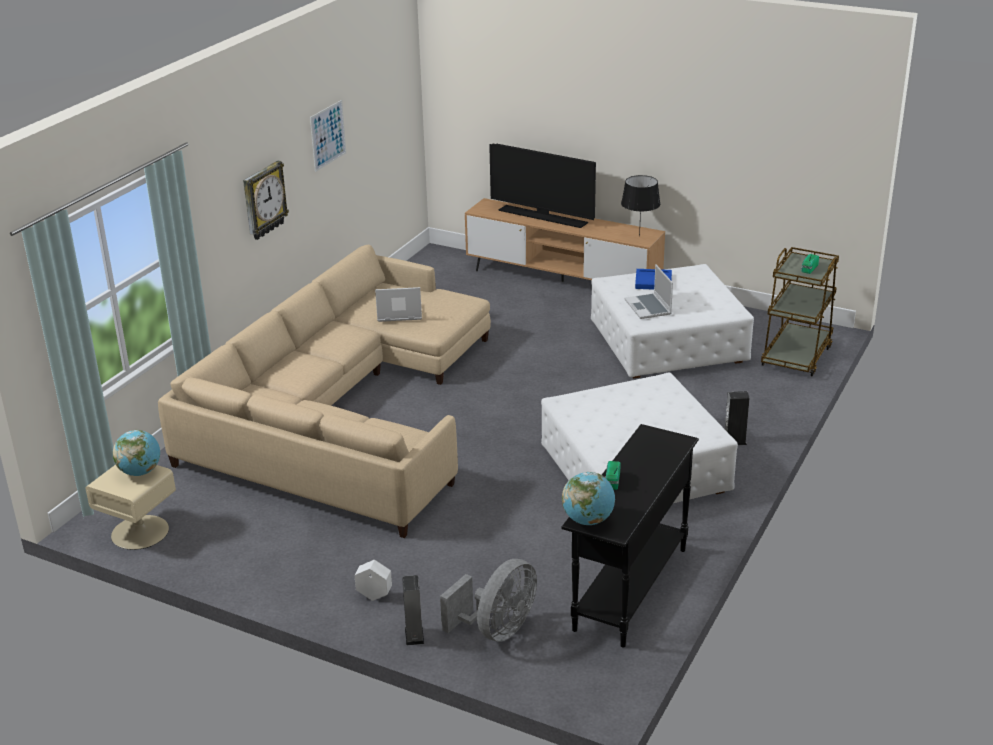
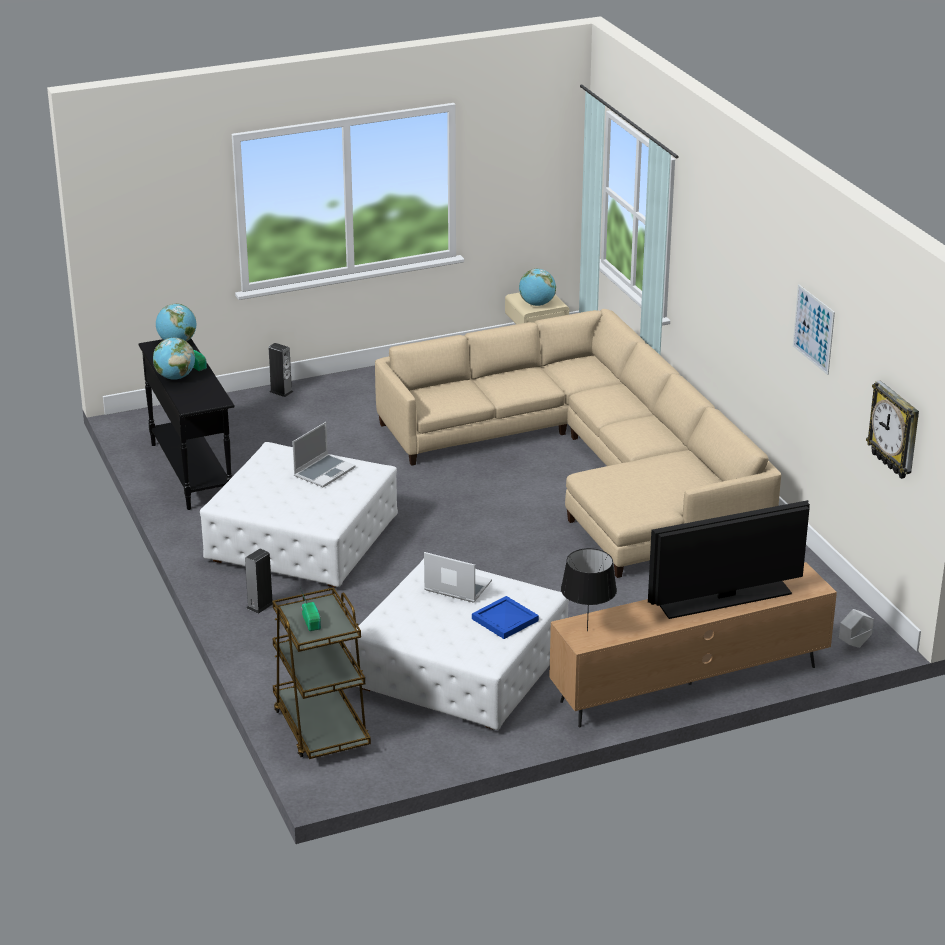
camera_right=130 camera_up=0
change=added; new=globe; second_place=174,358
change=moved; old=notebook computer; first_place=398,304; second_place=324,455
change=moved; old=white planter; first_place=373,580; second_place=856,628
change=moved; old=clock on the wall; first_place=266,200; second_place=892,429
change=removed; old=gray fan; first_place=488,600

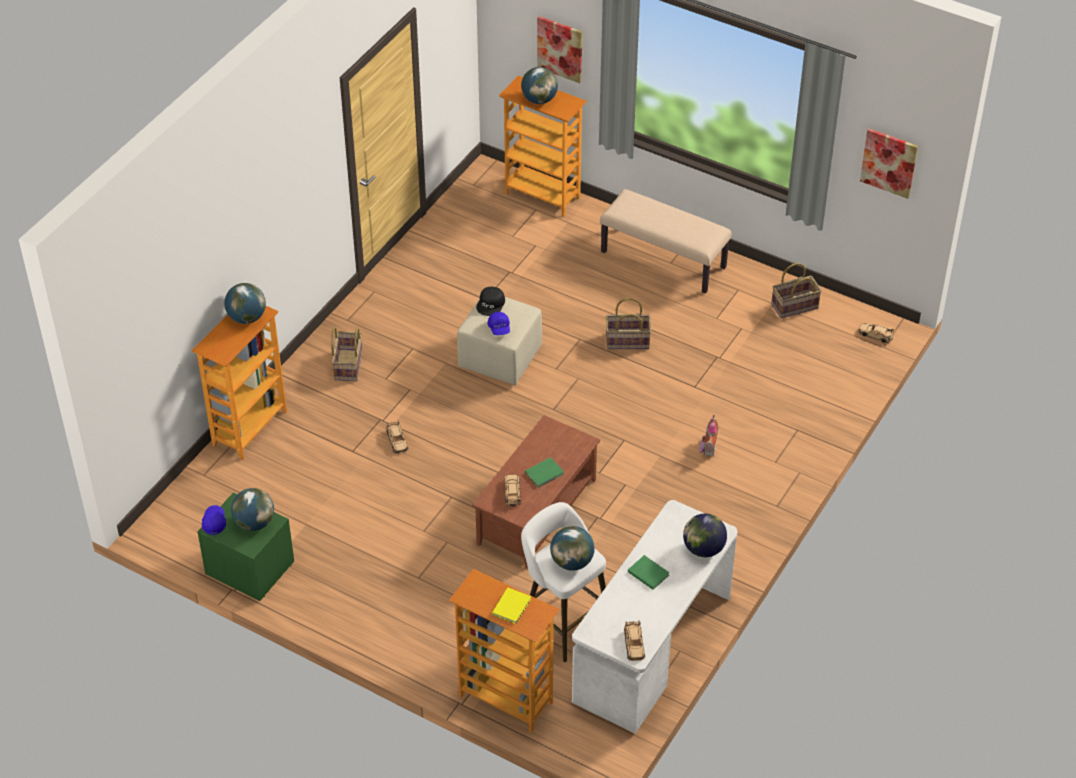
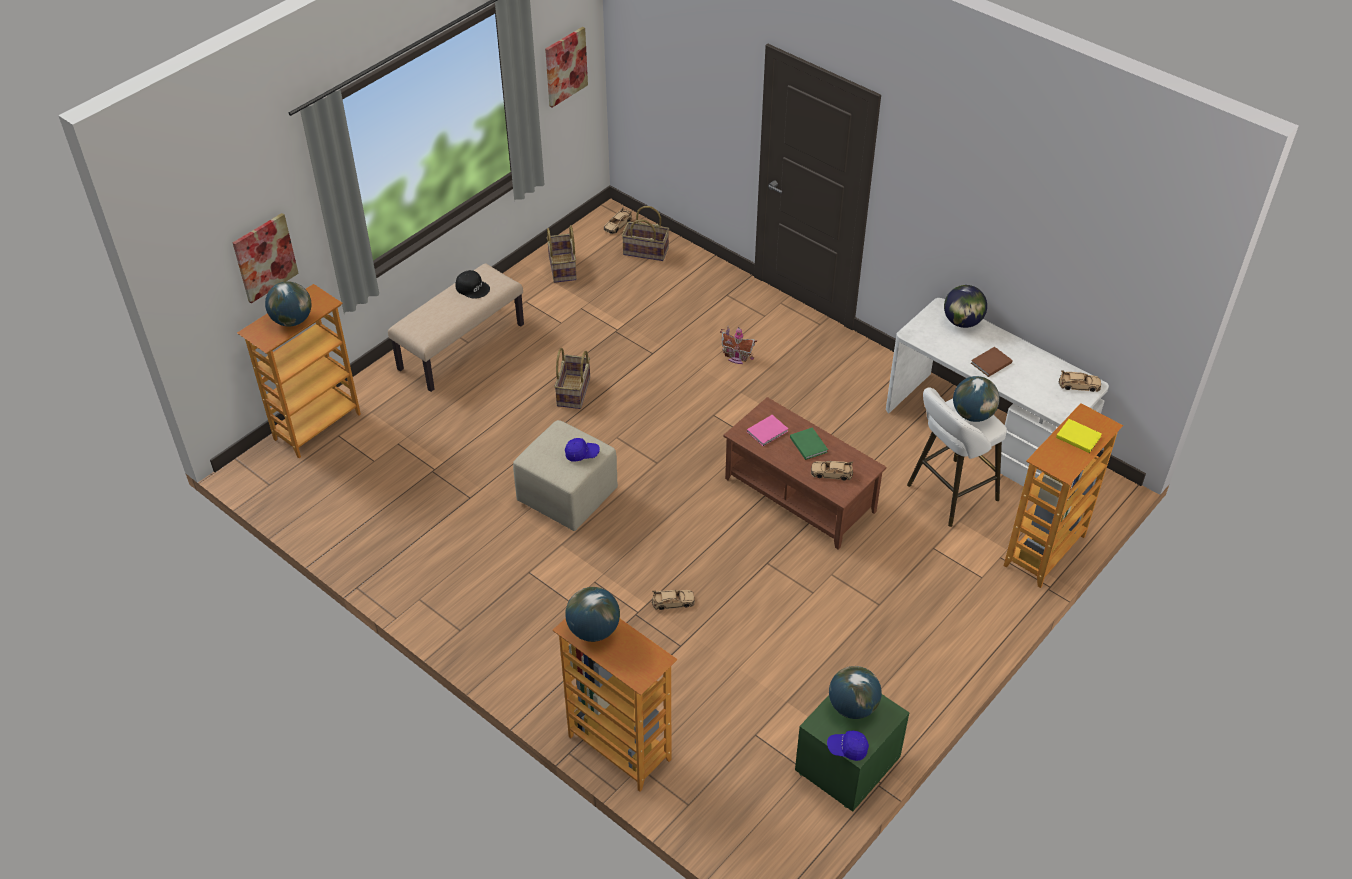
camera_right=-80 camera_up=0
change=moved; old=blackish cap; first_place=490,301; second_place=472,284
change=moved; old=basket; first_place=346,353; second_place=645,233
change=added; new=pink book; second_place=767,430
change=recoloured; old=greenish book; new=brown-coloured book; first_place=648,572; second_place=991,362

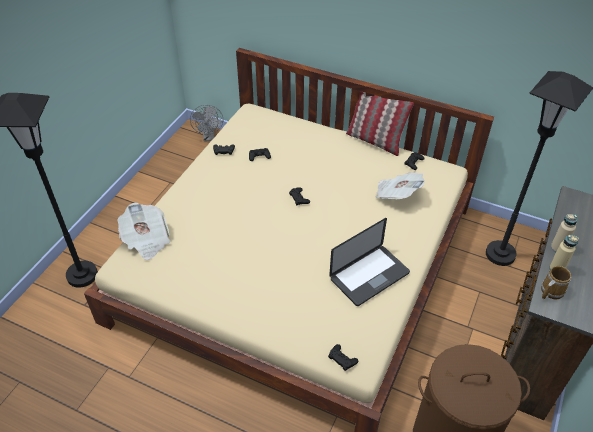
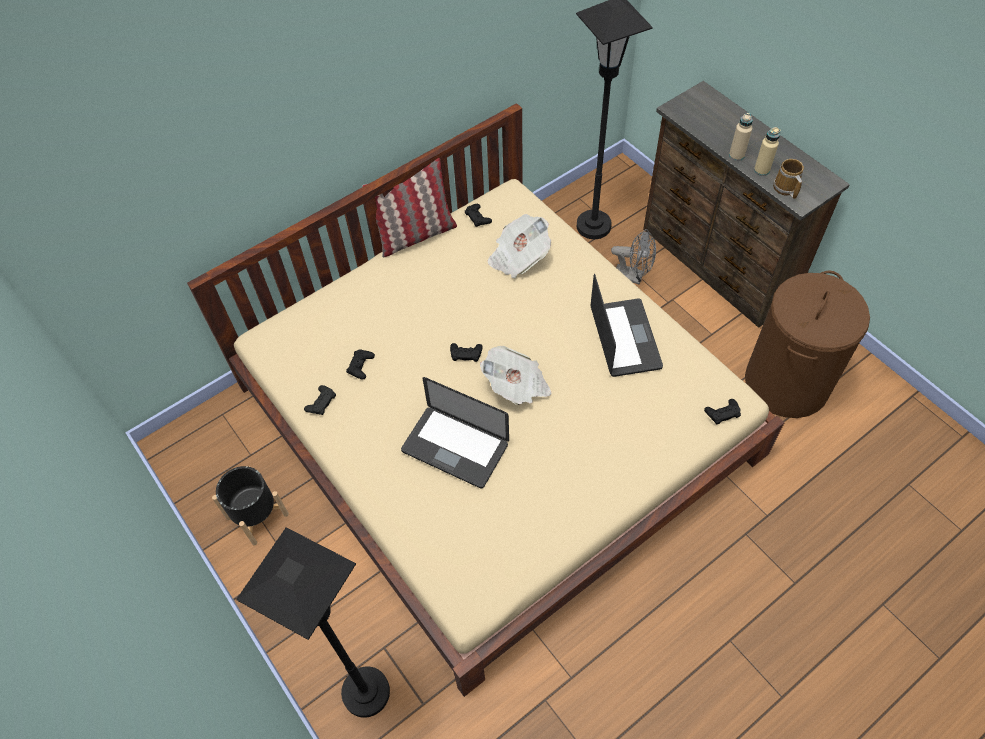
camera_right=-60 camera_up=10
change=added; new=blackish planter; second_place=250,506
change=added; new=notebook computer; second_place=455,432
change=moved; old=printed paper; first_place=144,231; second_place=516,375
change=moved; old=gray fan; first_place=206,123; second_place=633,257

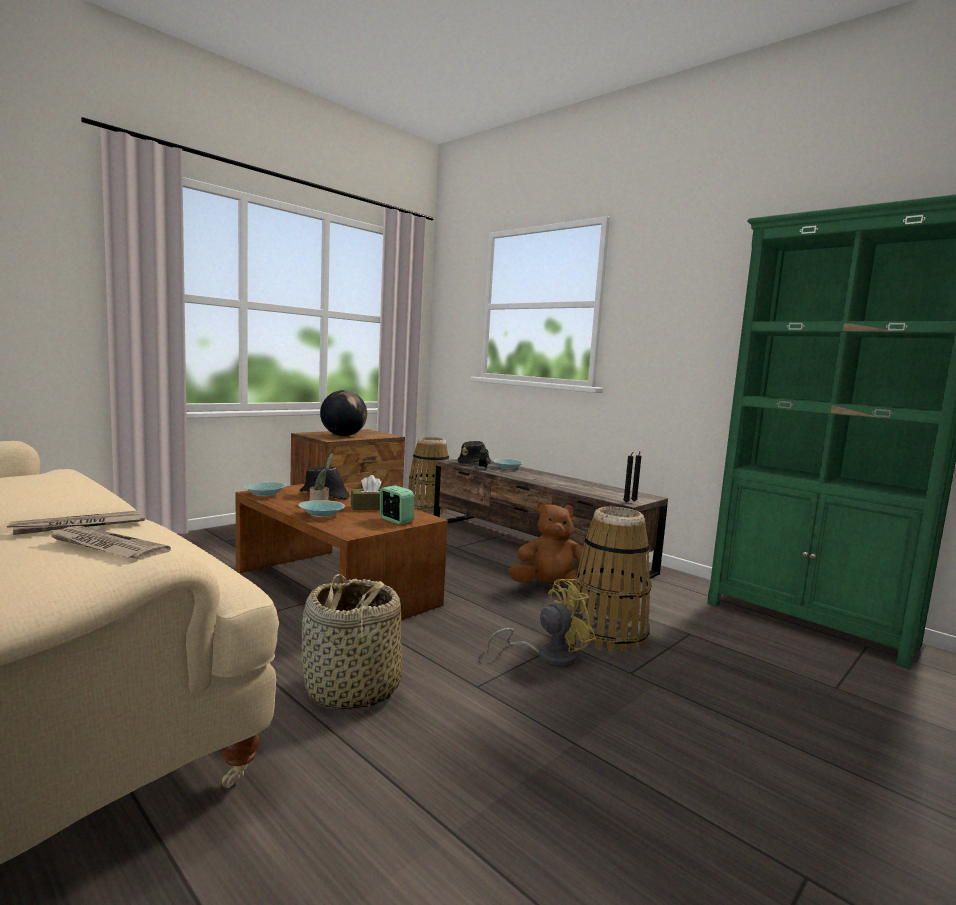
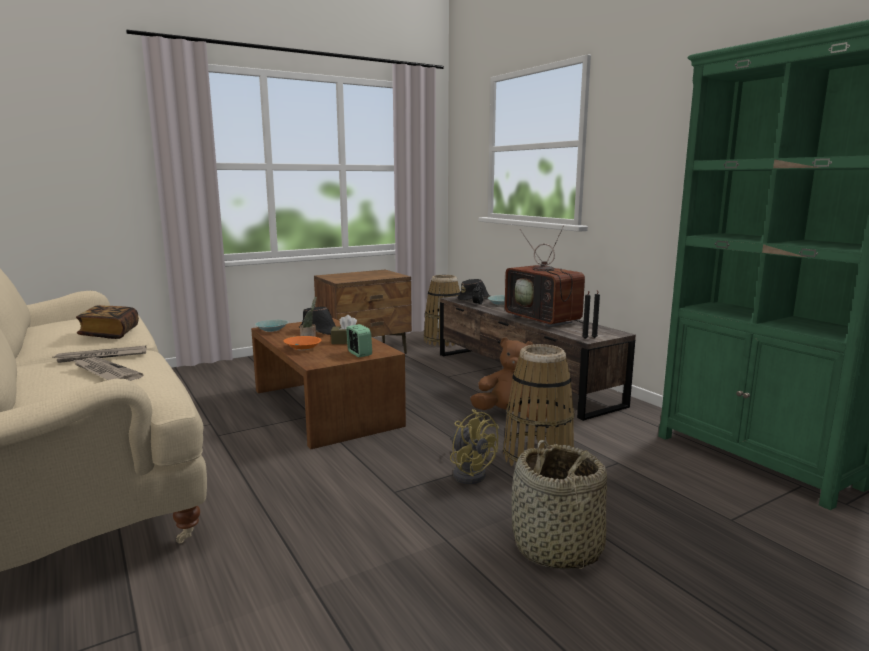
camera_right=15 camera_up=5
change=added; new=book; second_place=107,322
change=recoloured; old=turquoise serving bowl; new=orange-coloured serving bowl; first_place=321,508; second_place=302,343
change=turned; old=yellowish fan; first_place=541,623; second_place=474,446; degrees=60
change=added; new=television; second_place=545,277
change=moved; old=basket; first_place=352,642; second_place=559,504
change=removed; old=globe; first_place=343,413

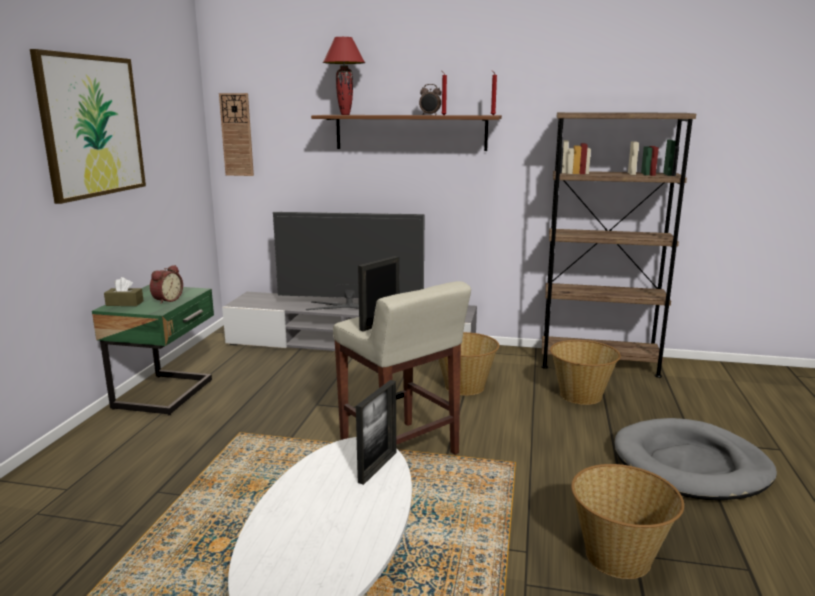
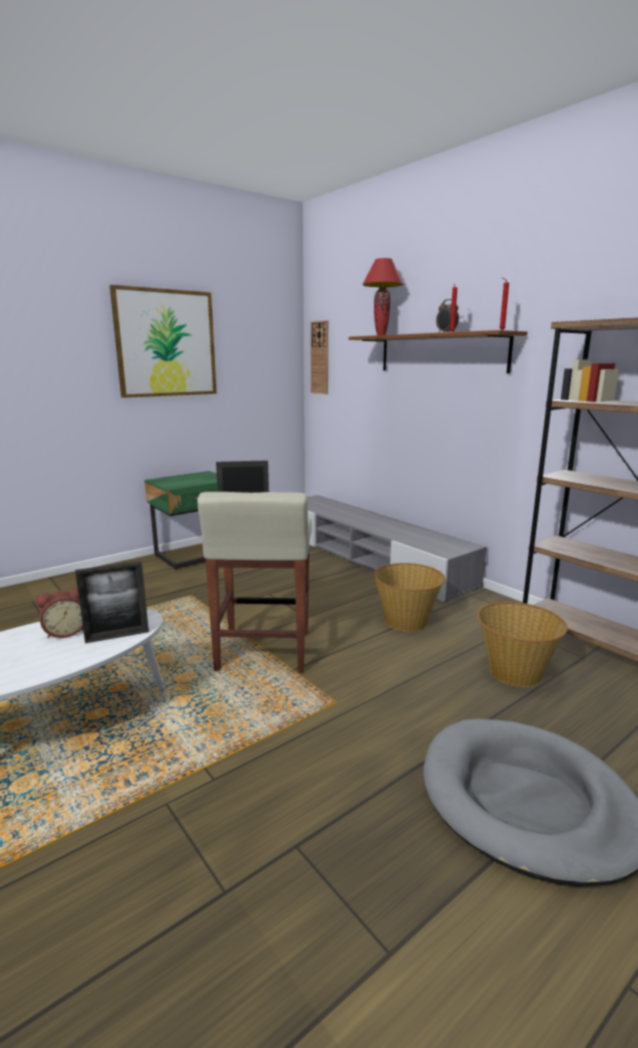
camera_right=40 camera_up=0
change=moved; old=alarm clock; first_place=166,284; second_place=59,613
change=removed; old=brown-coloured box of tissues; first_place=124,291
change=removed; old=television; first_place=348,261
change=removed; old=basket; first_place=627,521

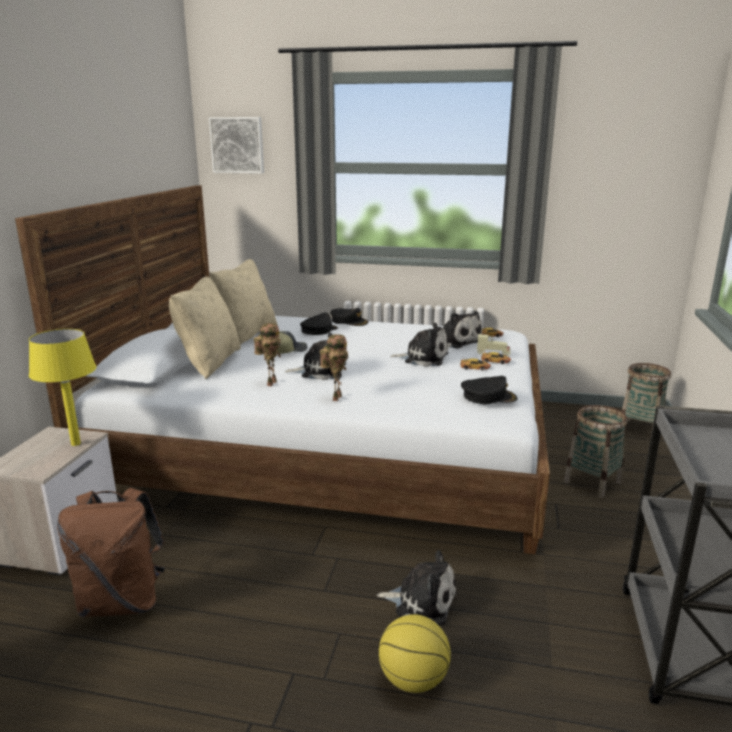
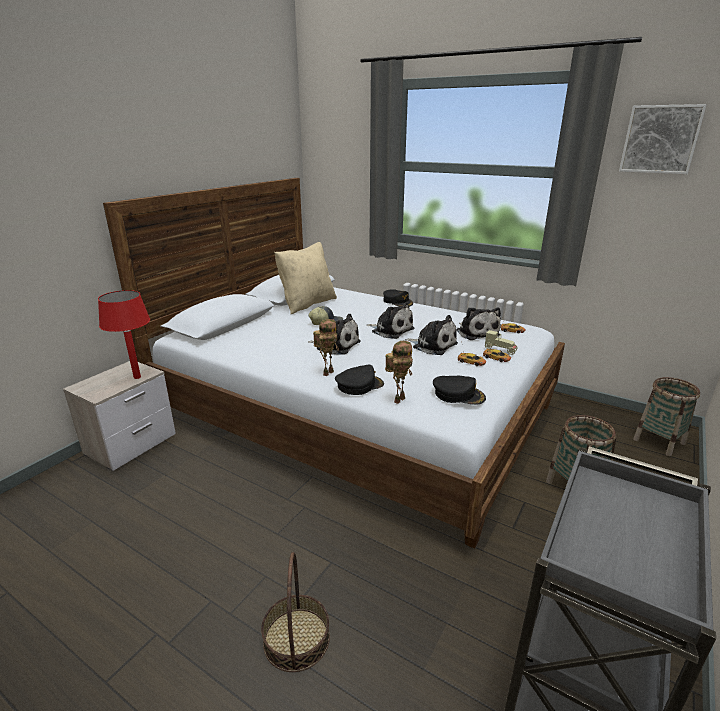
camera_right=20 camera_up=5
change=recoloured; old=yellowish tabletop lamp; new=red tabletop lamp; first_place=62,387; second_place=124,334
change=replaced; old=basketball; new=basket; first_place=415,653; second_place=295,612
change=moved; old=blackish cap; first_place=319,324; second_place=359,380
change=moved; old=plush toy; first_place=416,587; second_place=390,320
change=moved; old=toy robot; first_place=267,354; second_place=399,372
change=moved; old=picture; first_place=236,145; second_place=663,139
change=removed; old=brown-coloured rucksack; first_place=111,552
change=removed; old=sand-coloured pillow; first_place=205,327

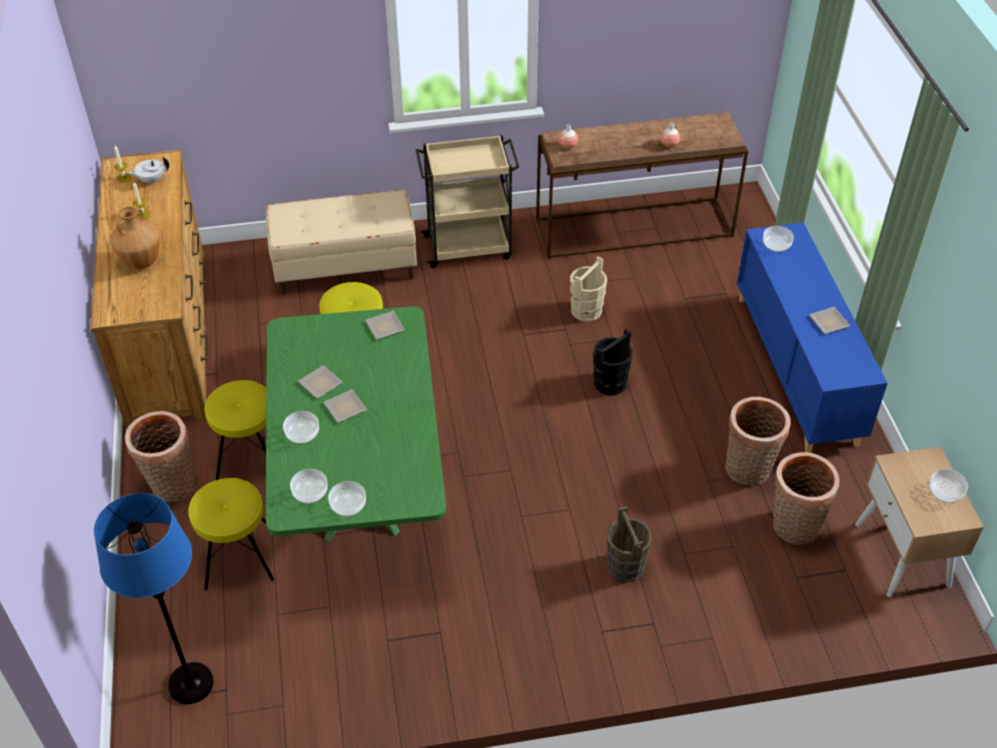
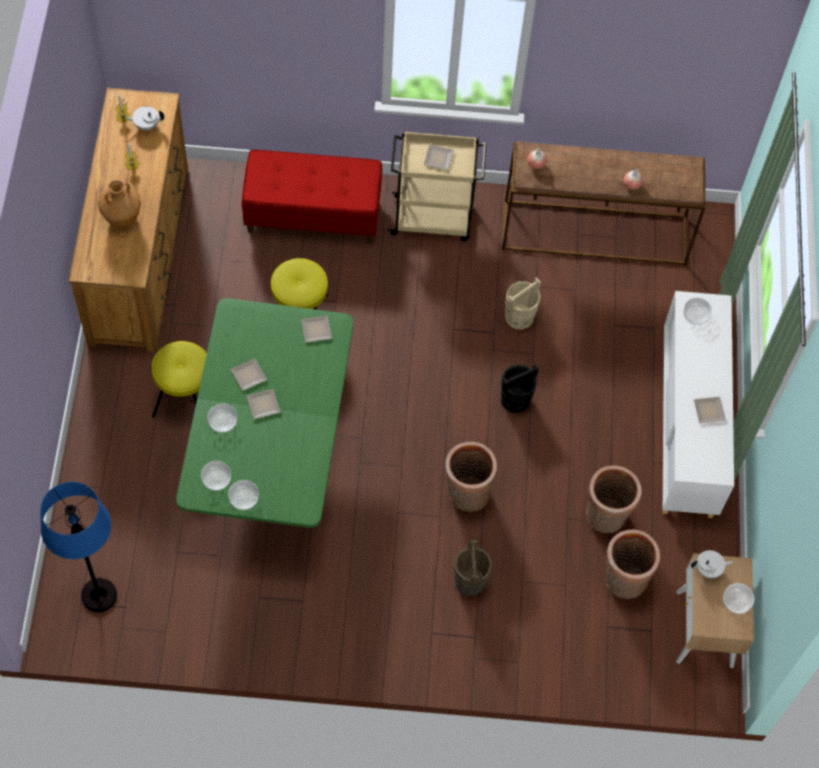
camera_right=10 camera_up=15
change=recoloured; old=sand-coloured indoor bench; new=red indoor bench; first_place=341,242; second_place=312,196
change=added; new=dinner plate; second_place=438,157
change=moved; old=basket; first_place=161,456; second_place=471,477
change=recoloured; old=blue cupboard; new=white cupboard; first_place=812,338; second_place=698,404
change=added; new=white pot for tea; second_place=712,564
change=removed; old=yellowish stool seat; first_place=231,534

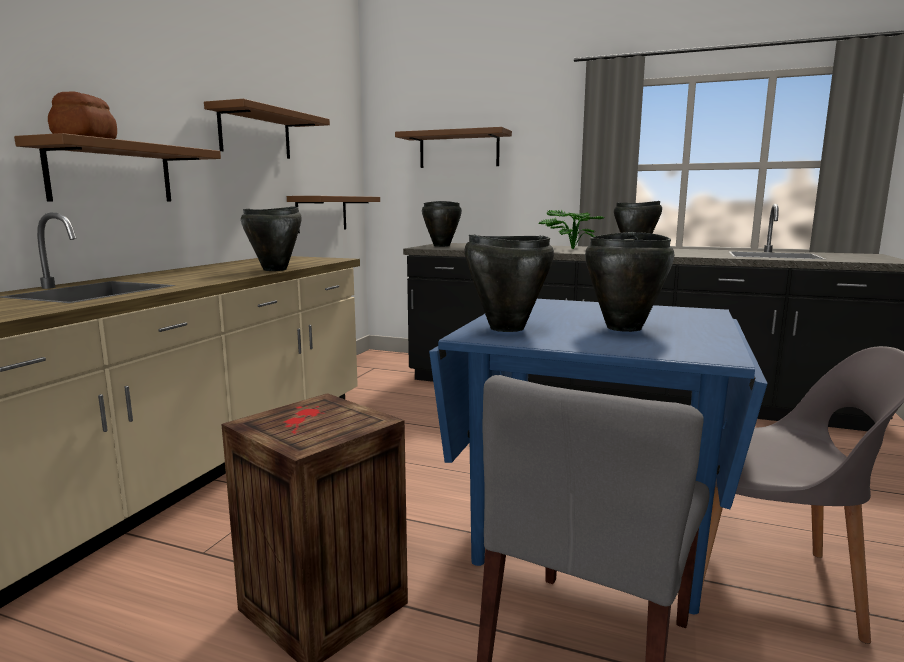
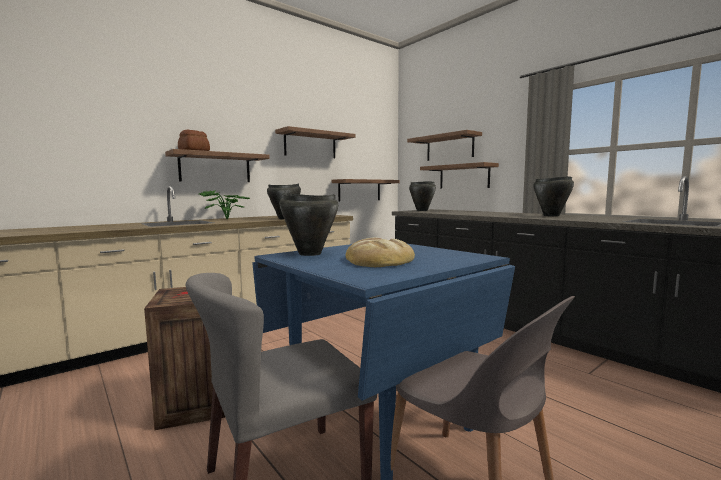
camera_right=30 camera_up=-5
change=moved; old=potted plant; first_place=572,229; second_place=224,204
change=replaced; old=blackish saucepot; new=baked bread; first_place=629,282; second_place=380,252
change=added; new=brown-coloured shelf; second_place=459,175

